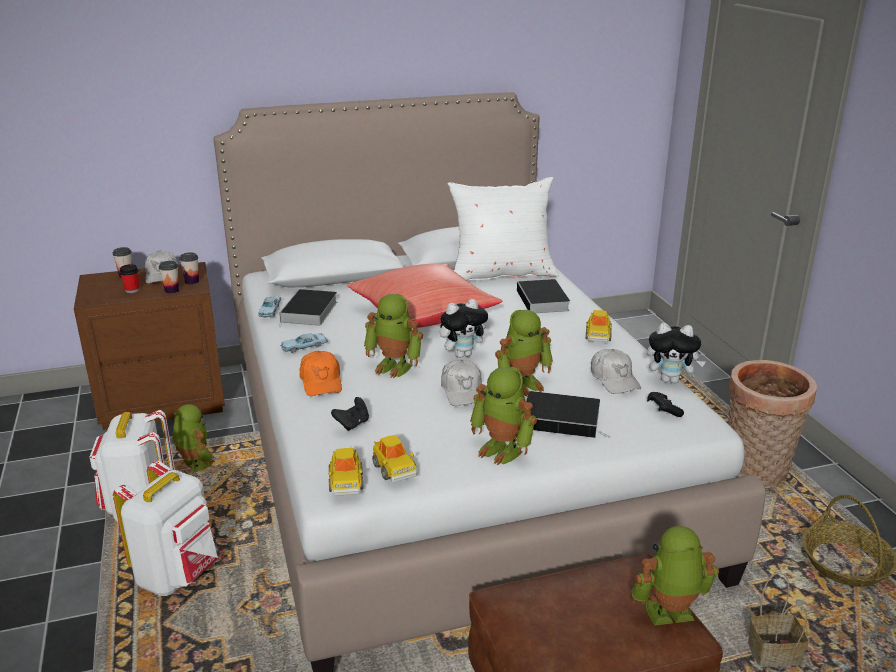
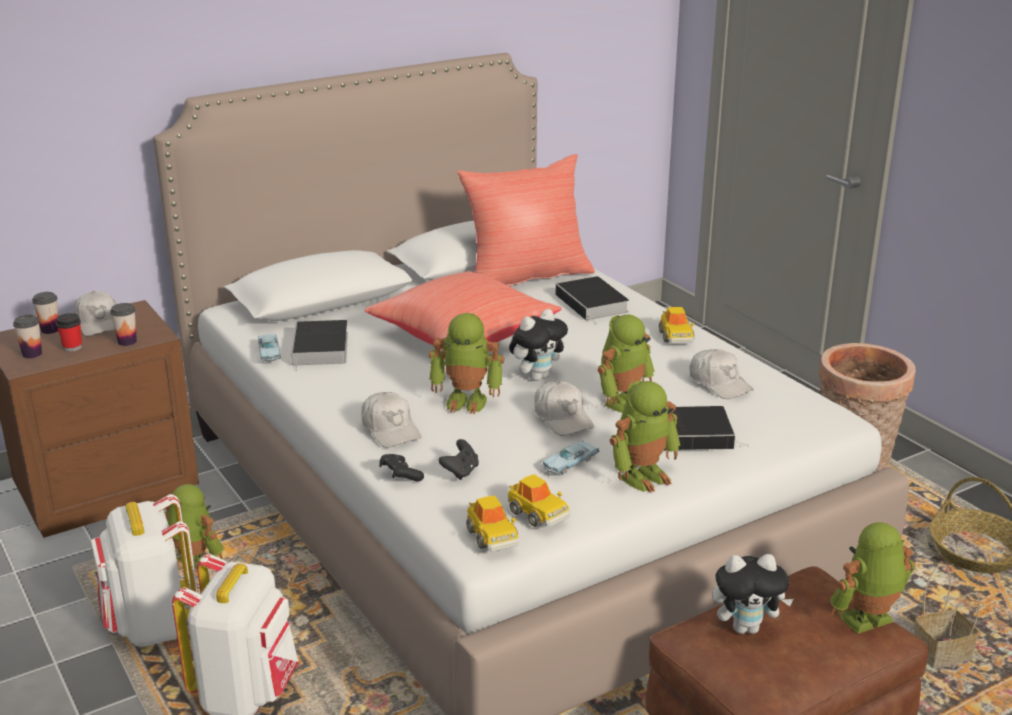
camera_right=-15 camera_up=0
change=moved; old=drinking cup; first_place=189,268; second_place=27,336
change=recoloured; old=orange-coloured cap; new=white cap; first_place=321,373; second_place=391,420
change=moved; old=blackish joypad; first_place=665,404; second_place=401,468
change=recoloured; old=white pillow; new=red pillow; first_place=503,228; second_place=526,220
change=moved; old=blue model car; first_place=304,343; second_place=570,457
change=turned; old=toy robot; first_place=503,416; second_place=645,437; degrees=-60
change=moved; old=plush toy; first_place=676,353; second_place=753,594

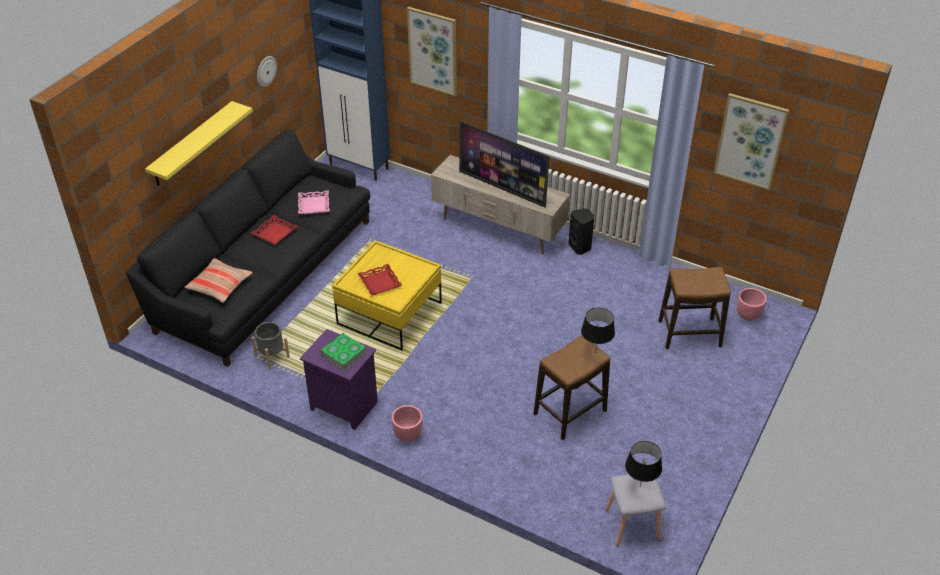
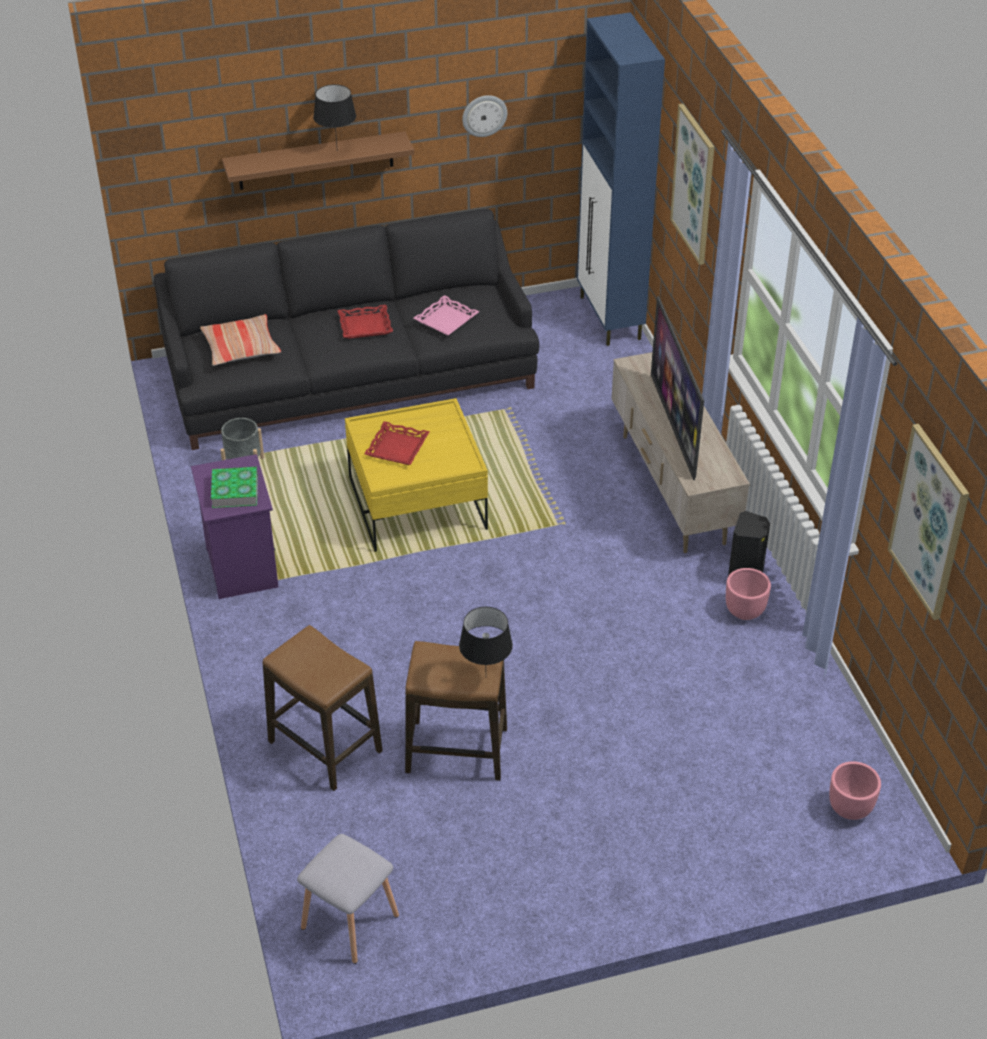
camera_right=45 camera_up=0
change=recoloured; old=yellowish shelf; new=brown-coloured shelf; first_place=198,143; second_place=318,160
change=moved; old=stool seat; first_place=694,308; second_place=323,708
change=moved; old=blackish tabletop lamp; first_place=643,463; second_place=334,114
change=moved; old=pink planter; first_place=407,423; second_place=748,594

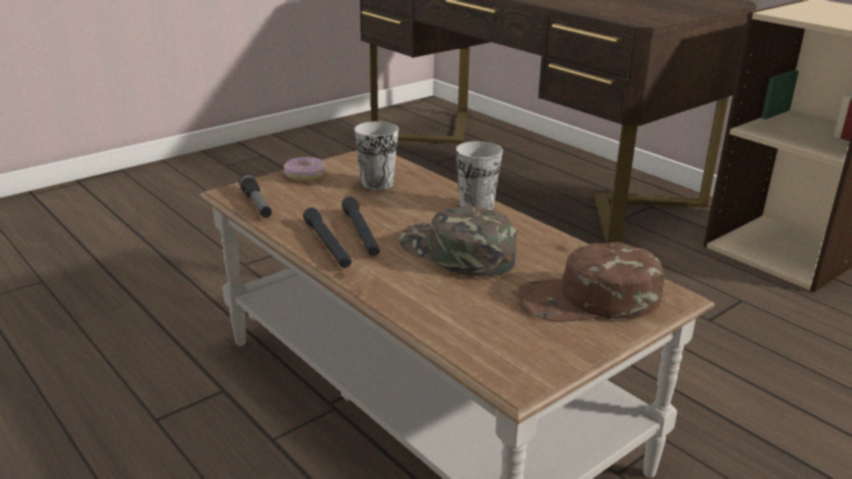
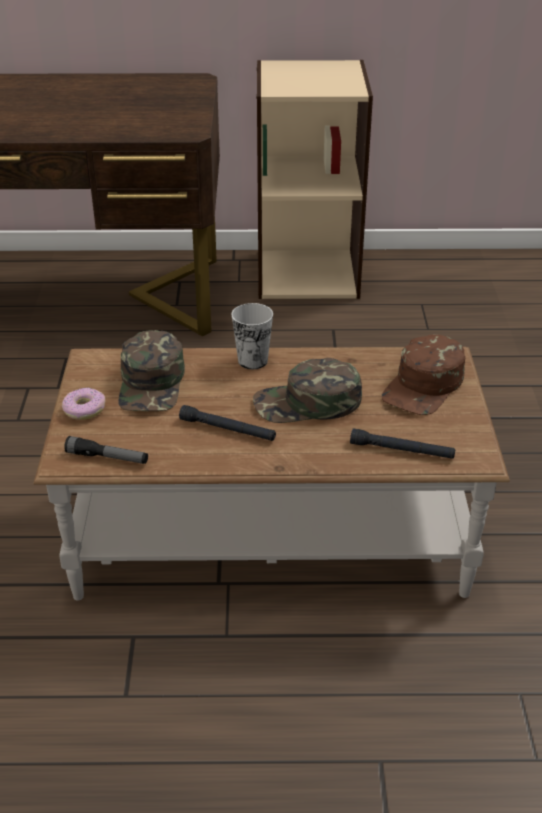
camera_right=-50 camera_up=10
change=replaced; old=drinking cup; new=greenish cap; first_place=376,155; second_place=151,370
change=moved; old=blackish torch; first_place=327,237; second_place=402,443

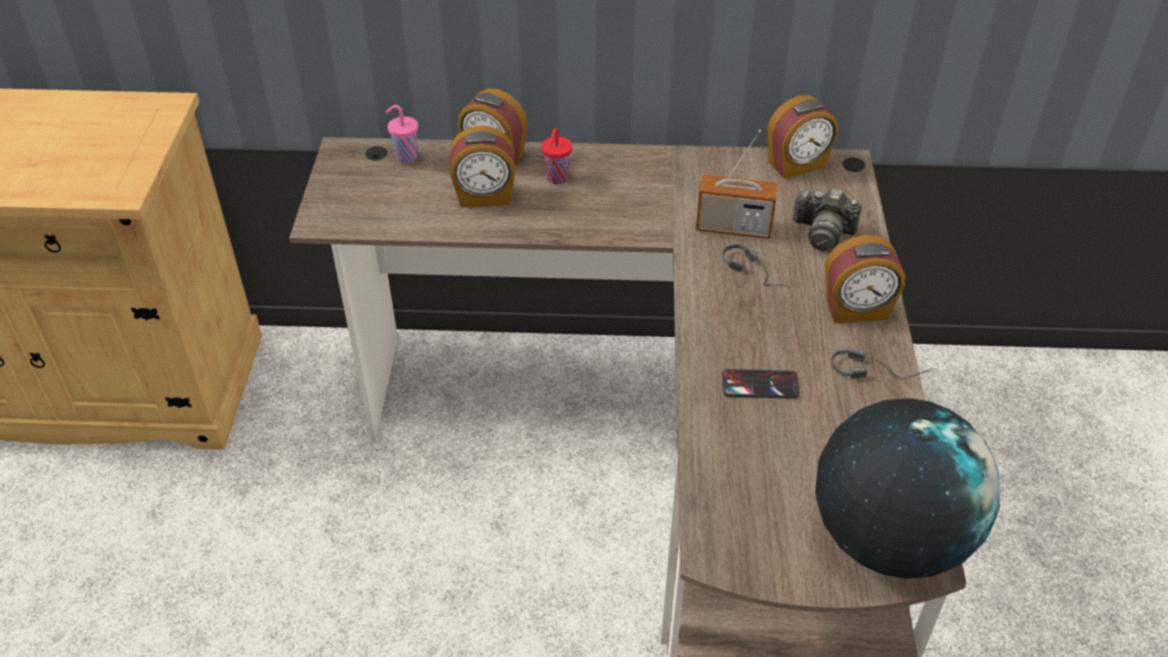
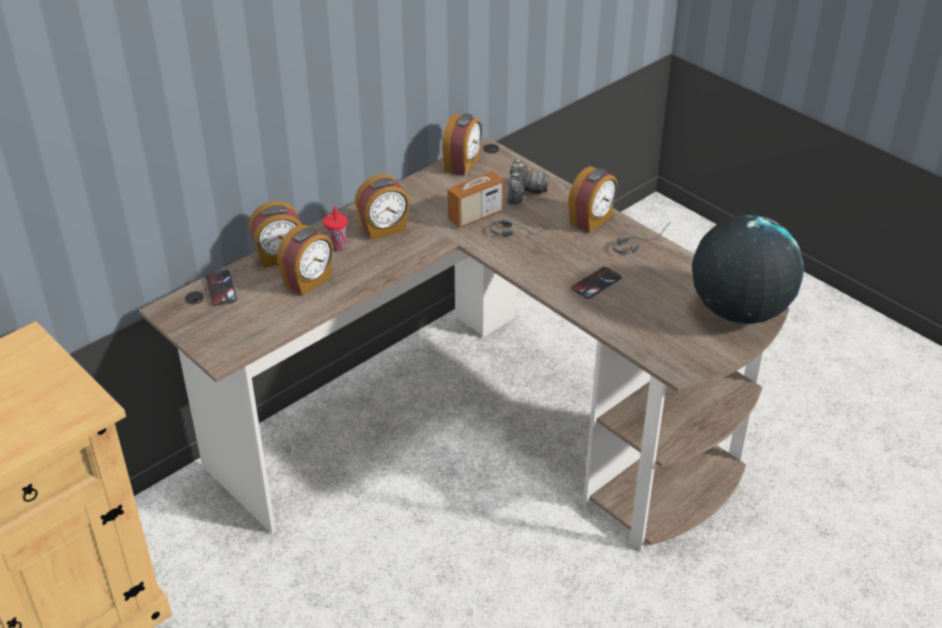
camera_right=-45 camera_up=-5
change=replaced; old=pink drinking cup; new=phone; first_place=402,134; second_place=221,288
change=added; new=alarm clock; second_place=382,207
change=turned; old=photo camera; first_place=827,220; second_place=528,182; degrees=-60

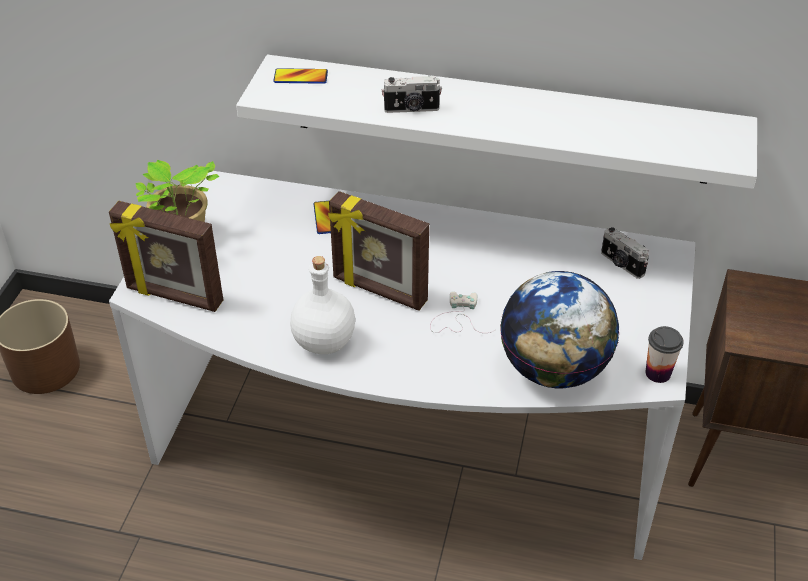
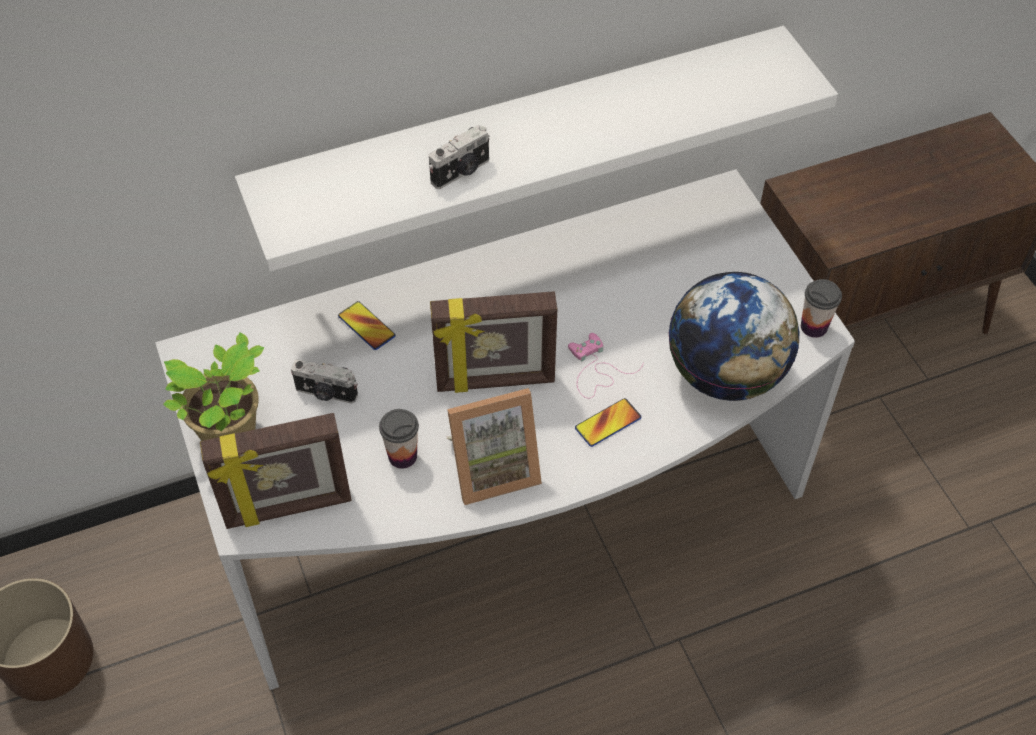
camera_right=-35 camera_up=10
change=moved; old=photo camera; first_place=625,253; second_place=324,381
change=added; new=drinking cup; second_place=399,439
change=replaced; old=white beverage bottle; new=photo frame; first_place=322,305; second_place=494,446
change=recoloured; old=white joypad; new=pink joypad; first_place=462,312; second_place=605,365
change=moved; old=phone; first_place=300,76; second_place=608,422

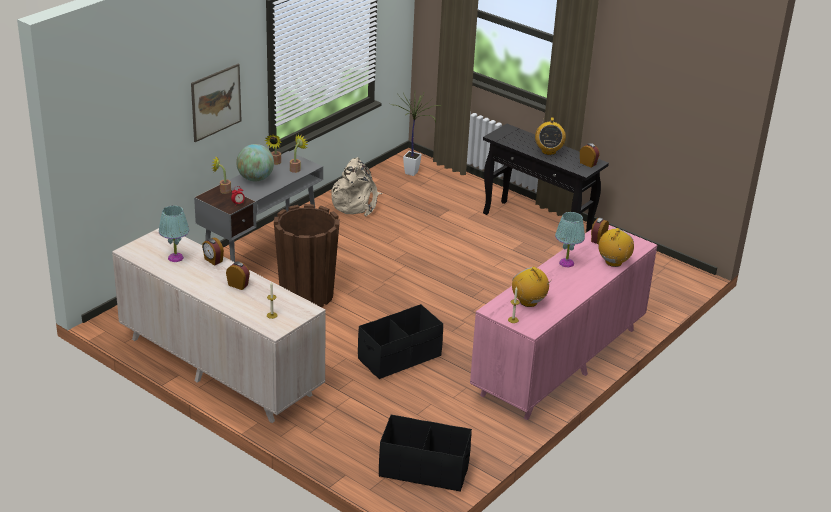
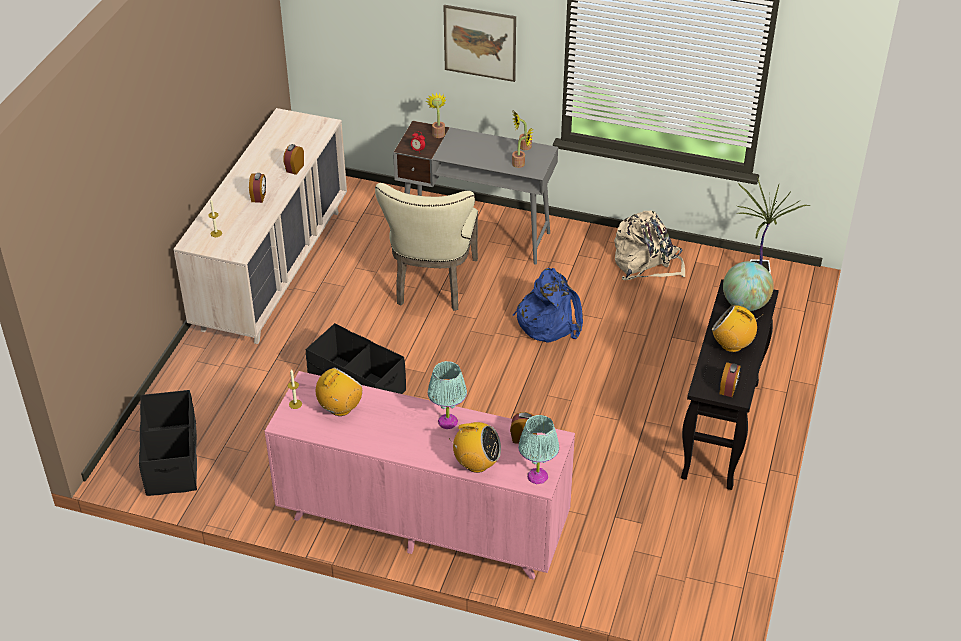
camera_right=70 camera_up=10
change=replaced; old=brown-coloured planter; new=sand-coloured upright chair; first_place=307,255; second_place=426,247
change=added; new=blue rucksack; second_place=548,305
change=moved; old=turquoise tabletop lamp; first_place=174,234; second_place=538,449
change=turned; old=radio receiver; first_place=550,136; second_place=738,328; degrees=45
change=moved; old=globe; first_place=255,162; second_place=748,286

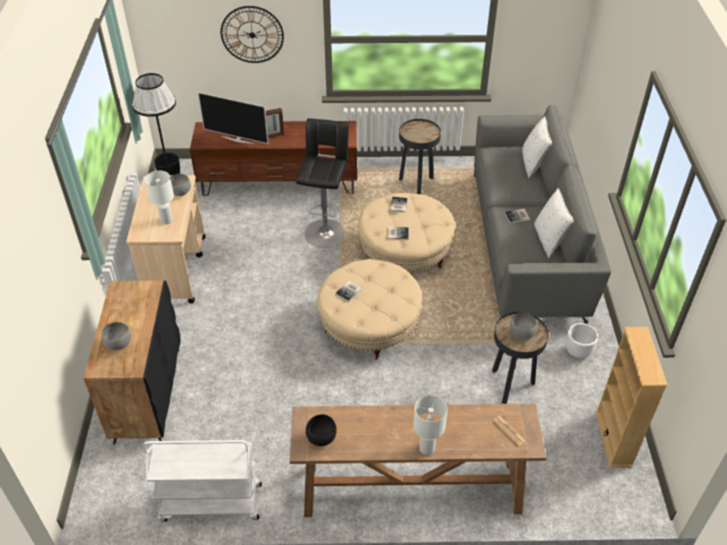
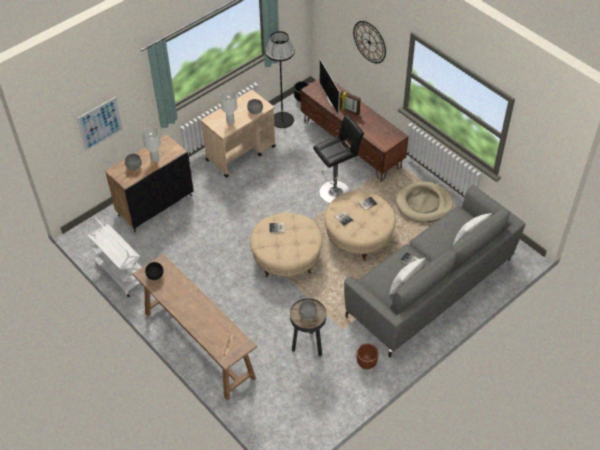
camera_right=50 camera_up=5
change=added; new=picture; second_place=100,124
change=moved; old=white tabletop lamp; first_place=430,425; second_place=151,144
change=recoloured; old=white planter; new=brown-coloured planter; first_place=582,340; second_place=368,356
change=replaced; old=blackish end table; new=sand-coloured dog bed; first_place=420,156; second_place=425,202
change=removed; old=sand-coloured bookcase; first_place=631,397

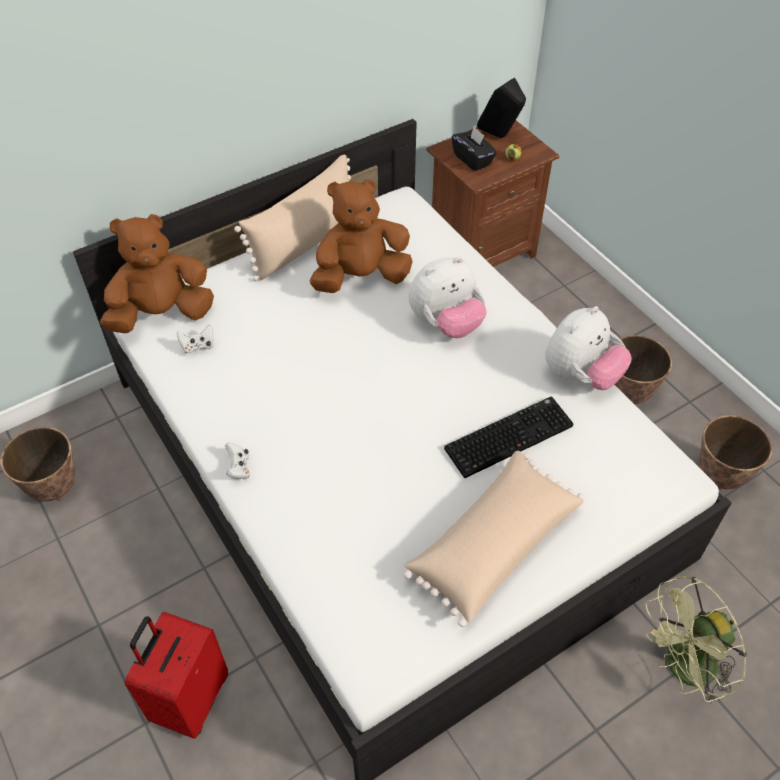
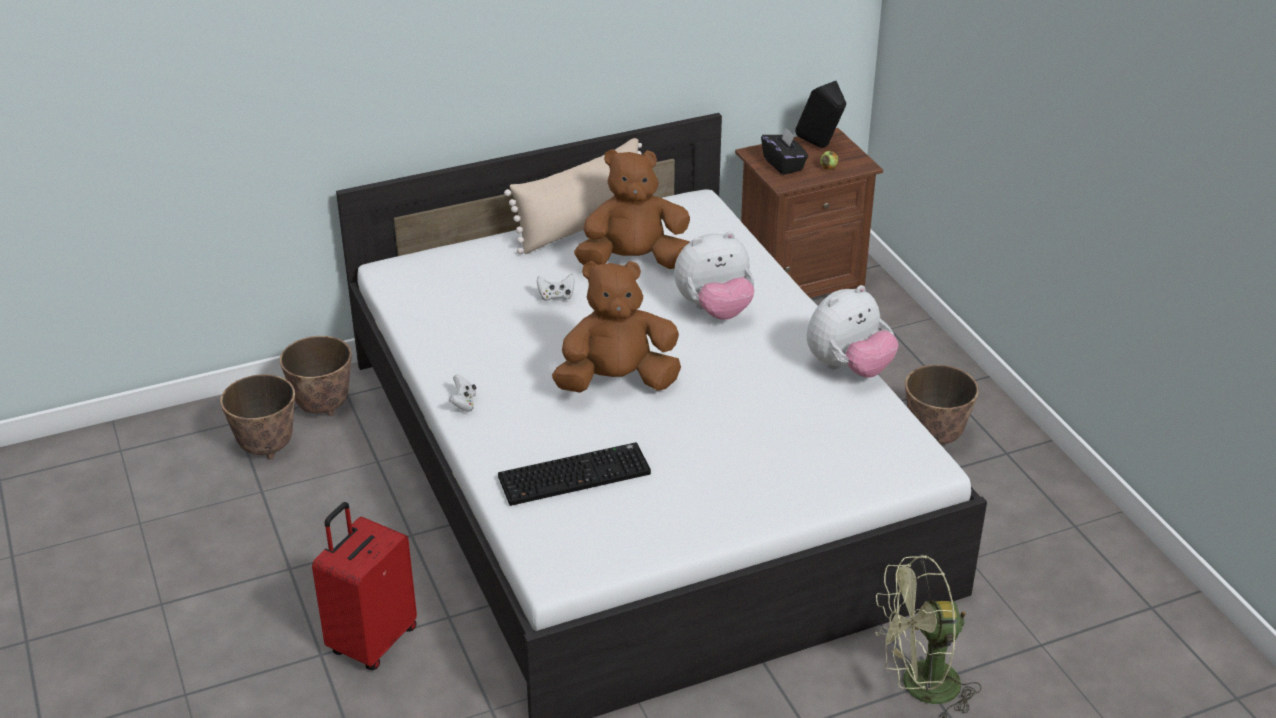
camera_right=10 camera_up=-15
change=moved; old=planter; first_place=735,452; second_place=315,376
change=moved; old=computer keyboard; first_place=509,437; second_place=574,474
change=moved; old=white joypad; first_place=195,339; second_place=556,287
change=moved; old=brown-coloured plush toy; first_place=157,273; second_place=616,327
change=removed; old=sand-coloured pillow; first_place=494,539

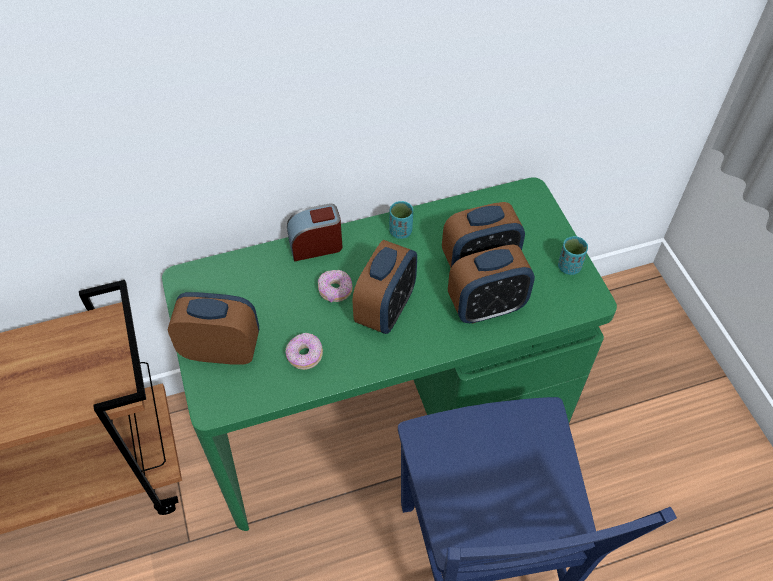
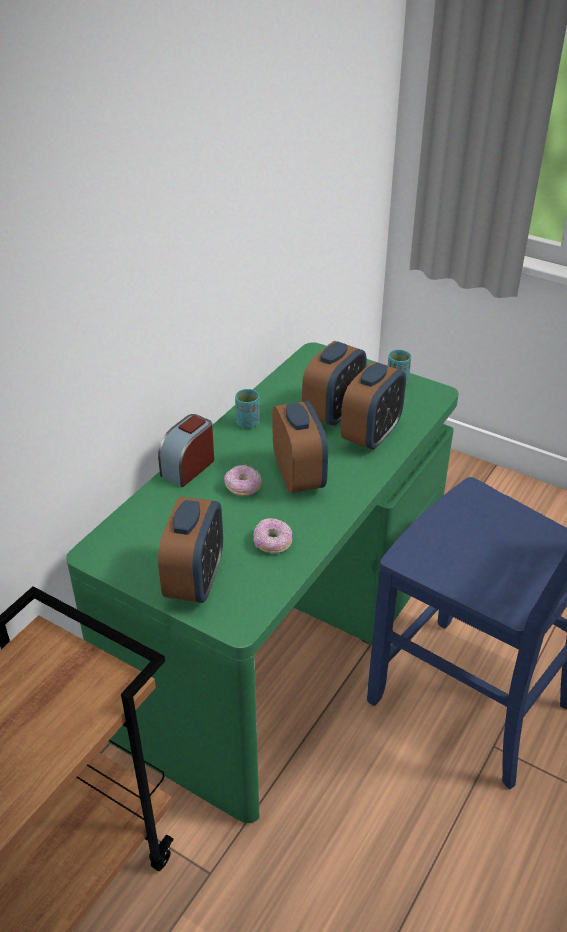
camera_right=-40 camera_up=-15
change=turned; old=alarm clock; first_place=213,328; second_place=190,550; degrees=135

